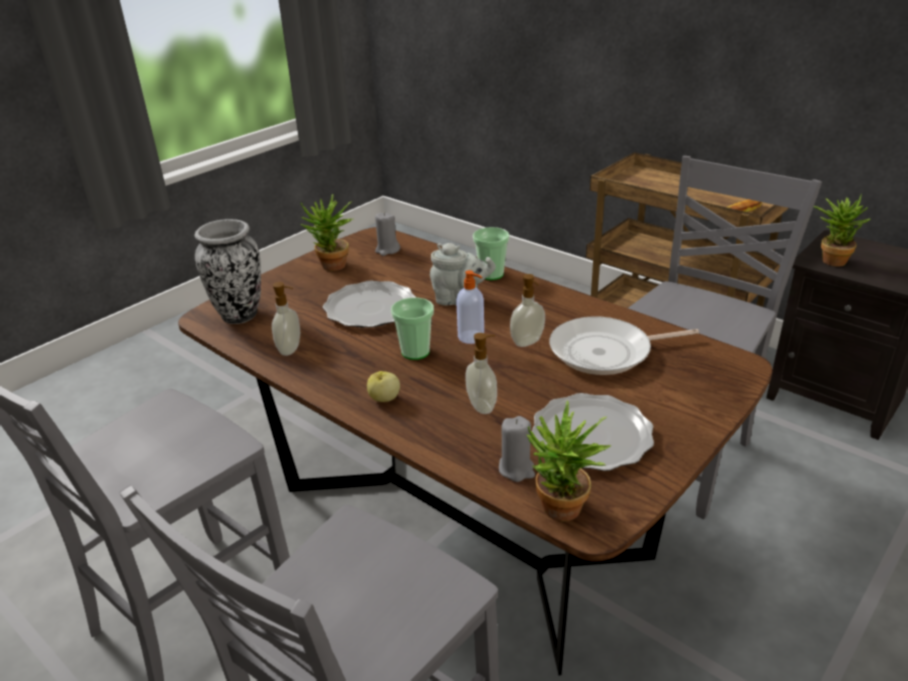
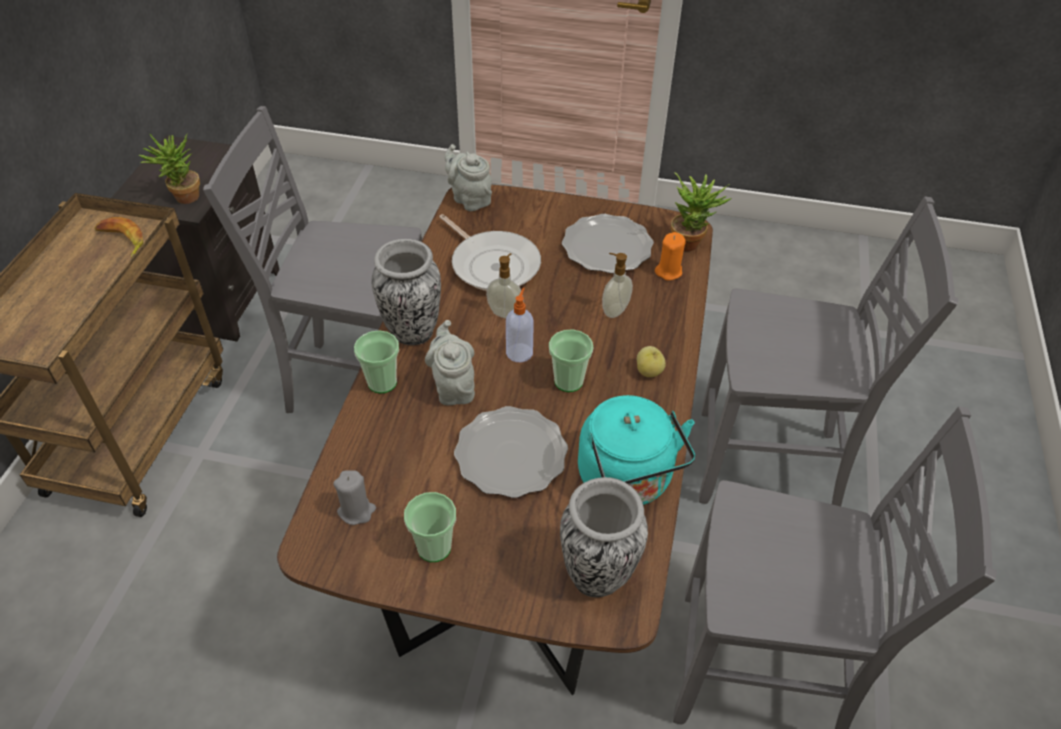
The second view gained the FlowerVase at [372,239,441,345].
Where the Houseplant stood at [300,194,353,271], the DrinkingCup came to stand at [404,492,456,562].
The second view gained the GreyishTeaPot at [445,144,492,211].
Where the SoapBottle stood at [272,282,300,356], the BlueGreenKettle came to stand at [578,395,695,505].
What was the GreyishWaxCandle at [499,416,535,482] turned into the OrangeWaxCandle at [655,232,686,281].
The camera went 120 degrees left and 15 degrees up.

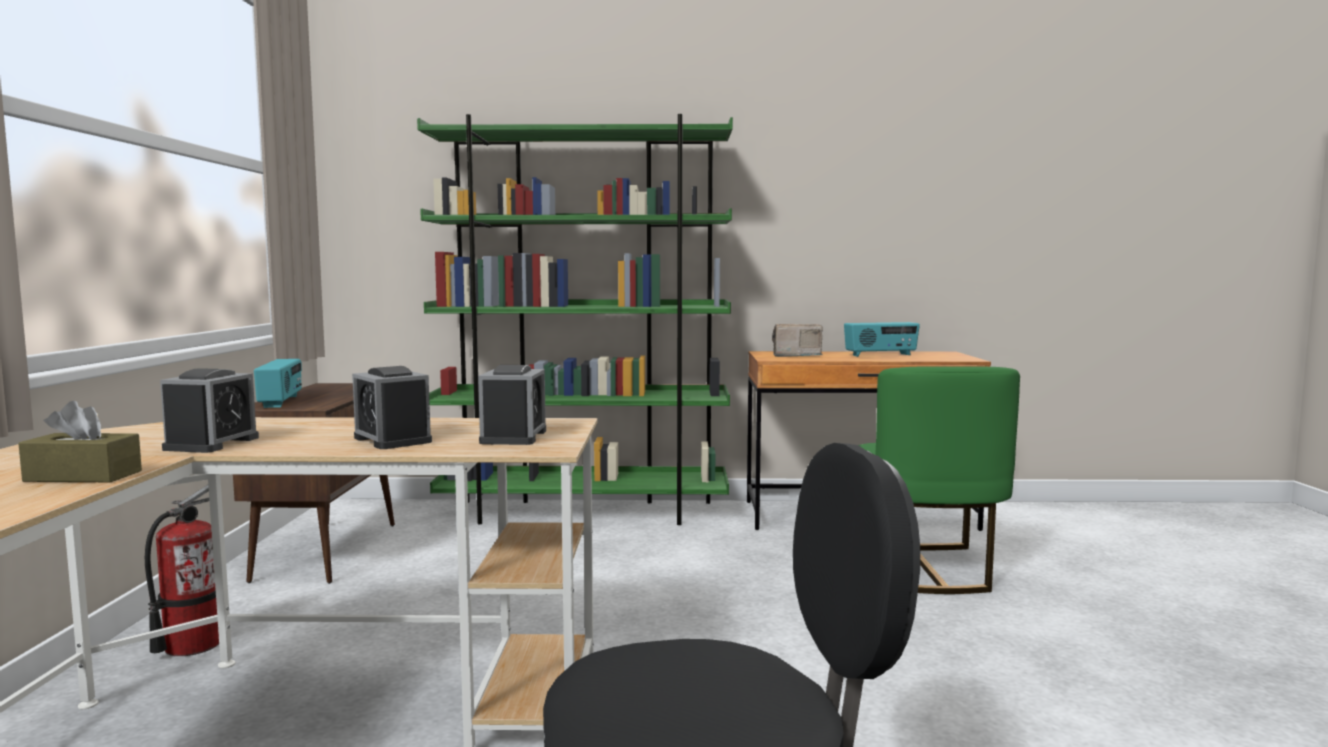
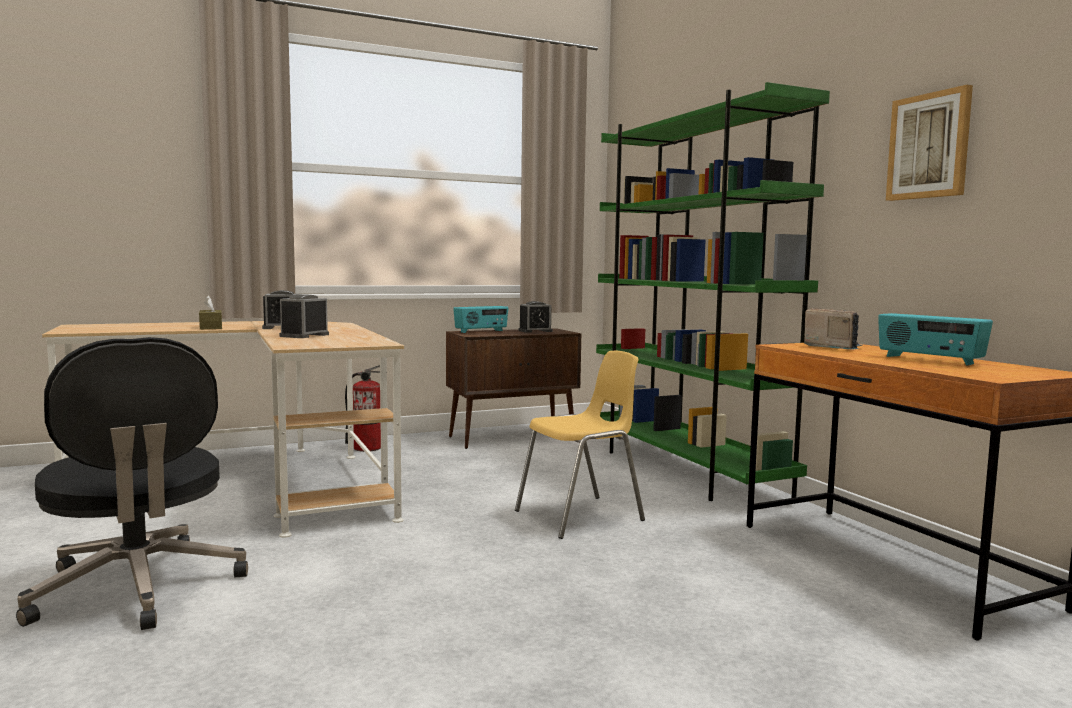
The second view gained the YellowishChair at [515,351,645,539].
The AlarmClock ended up elsewhere, having gone from [478,365,546,445] to [518,301,553,333].
The second view gained the WallArt at [886,85,973,201].
The second view lost the GreenishChair at [859,366,1020,594].
The camera went 65 degrees right and 0 degrees up.

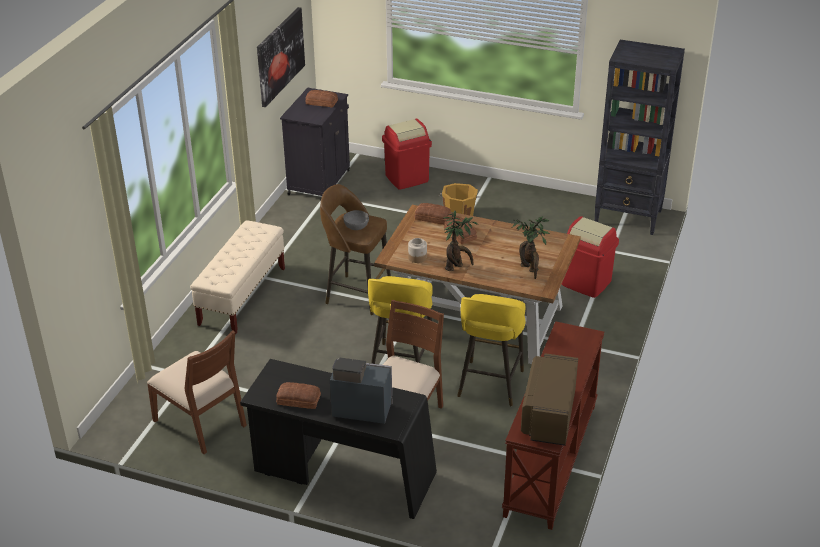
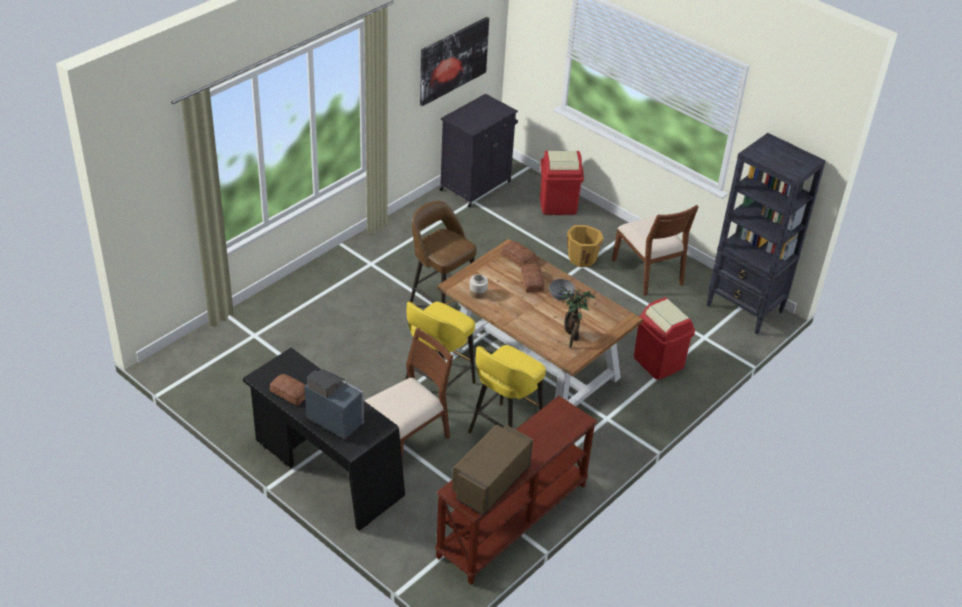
The GreyishBowl ended up elsewhere, having gone from [343,210,369,230] to [549,279,575,300].
The BrownChair ended up elsewhere, having gone from [147,330,247,454] to [612,205,698,296].
The second view lost the BeigeLongSeat at [190,221,285,334].
The second view lost the BakedBread at [305,90,338,108].
The second view lost the Houseplant at [444,210,479,271].
The camera went 20 degrees right and 5 degrees up.

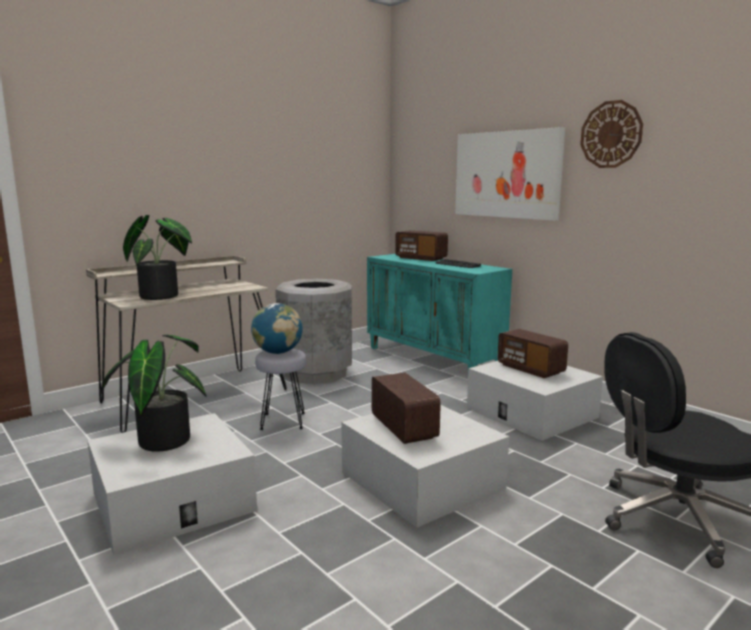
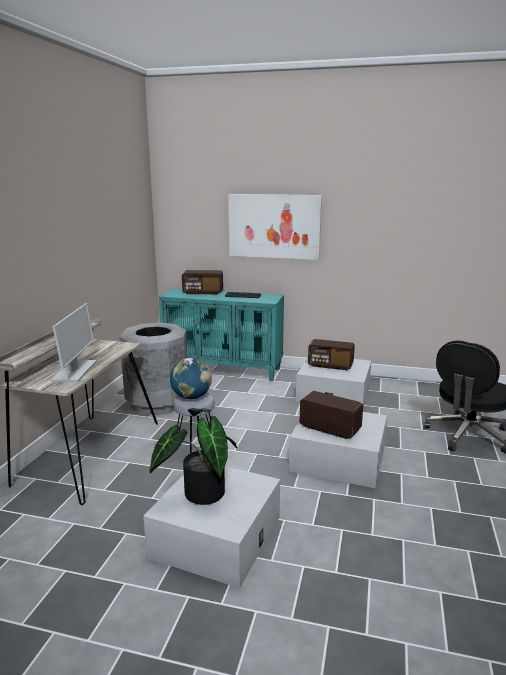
Where the Houseplant stood at [123,215,192,300], the ComputerDisplay came to stand at [51,303,97,382].
The second view lost the ClockOnTheWall at [580,100,643,168].
The camera went 35 degrees left and 5 degrees up.

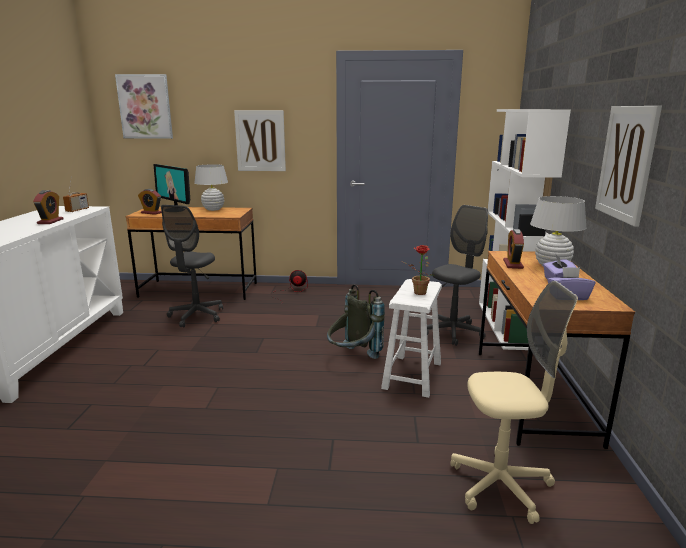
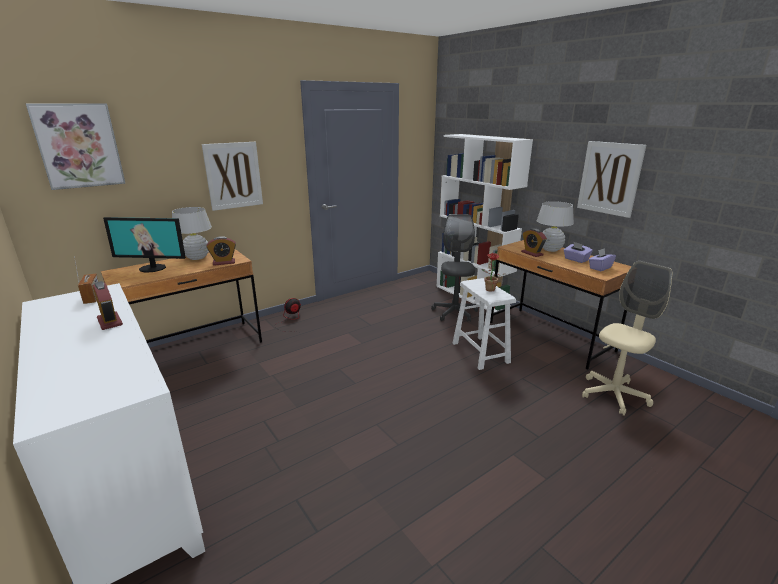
The AlarmClock ended up elsewhere, having gone from [138,189,162,215] to [207,236,236,266].
The second view lost the GreyishComputerChair at [161,205,223,328].
The second view lost the GreyishRucksack at [327,284,385,359].
The camera went 40 degrees left and 5 degrees up.

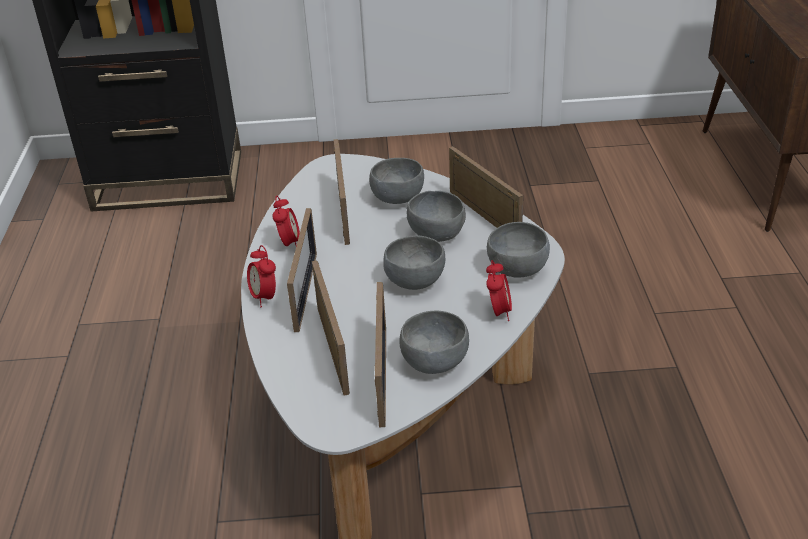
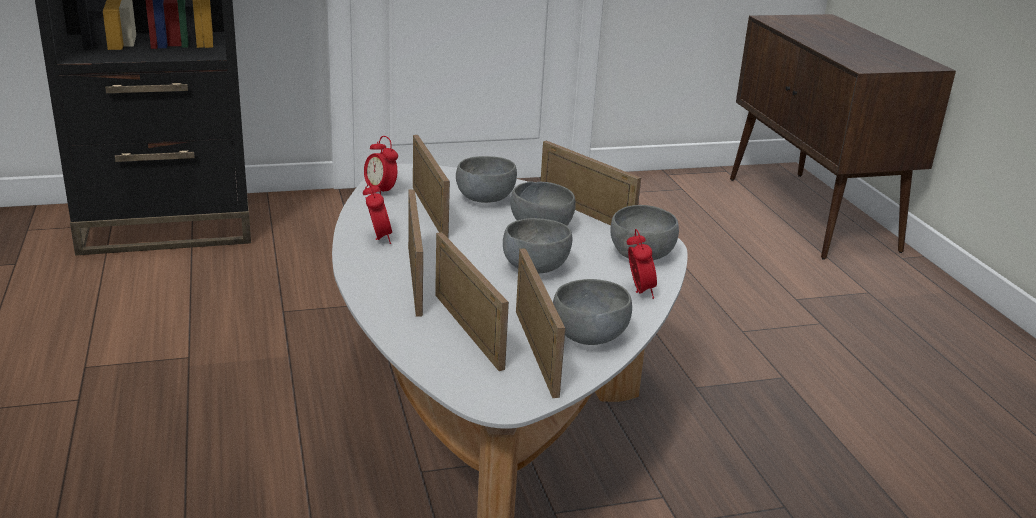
The AlarmClock ended up elsewhere, having gone from [247,245,276,308] to [364,136,398,195].
The camera went 15 degrees left and 10 degrees down.

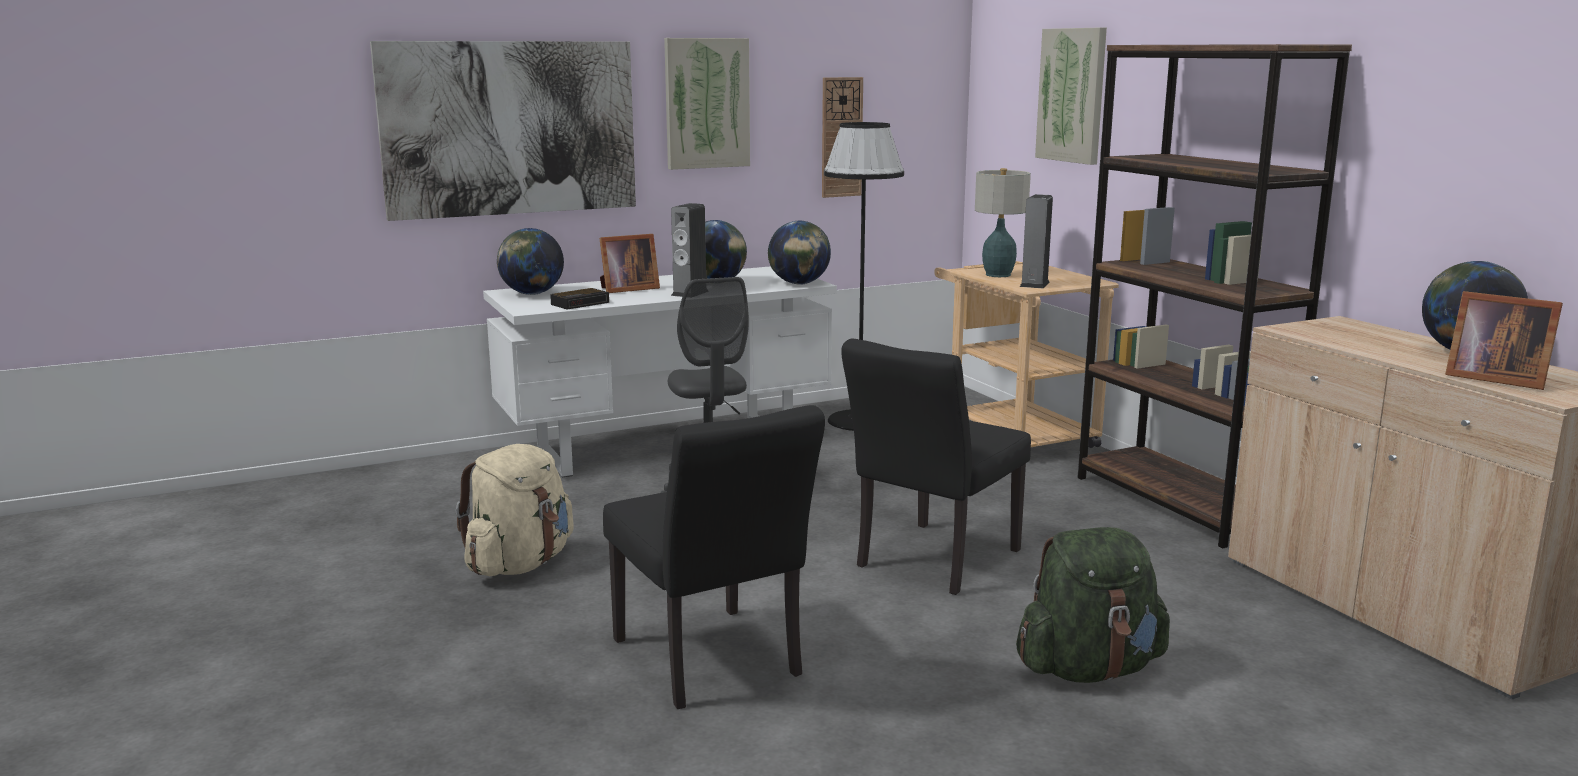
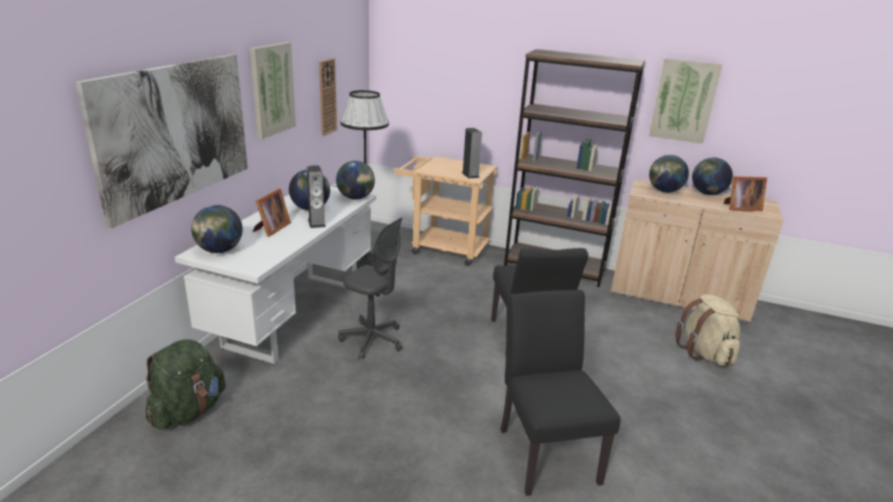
The GreenishRucksack ended up elsewhere, having gone from [1016,527,1170,683] to [146,339,226,430].
The BlackColouredChair at [603,405,825,709] ended up facing another way, 120 degrees counterclockwise from before.
The WallArt ended up elsewhere, having gone from [1035,28,1107,165] to [649,58,722,144].
The second view gained the Globe at [649,155,689,193].
The BeigeRucksack ended up elsewhere, having gone from [456,444,574,576] to [675,294,740,366].
The second view lost the AlarmClock at [550,288,609,310].
The second view lost the TableLamp at [975,168,1031,277].
The camera went 45 degrees left and 10 degrees up.

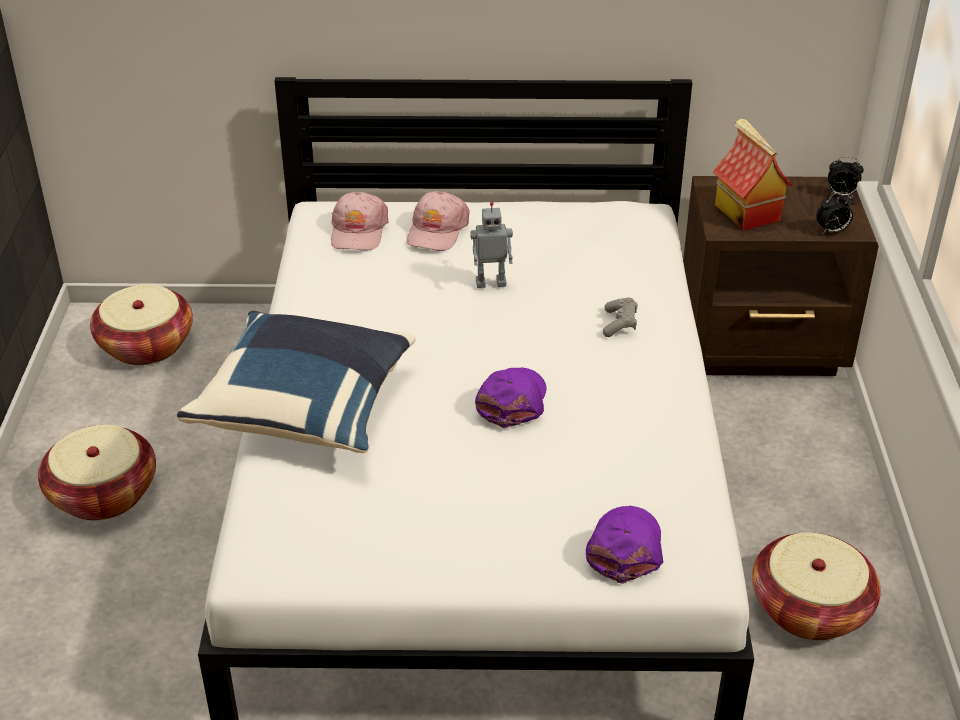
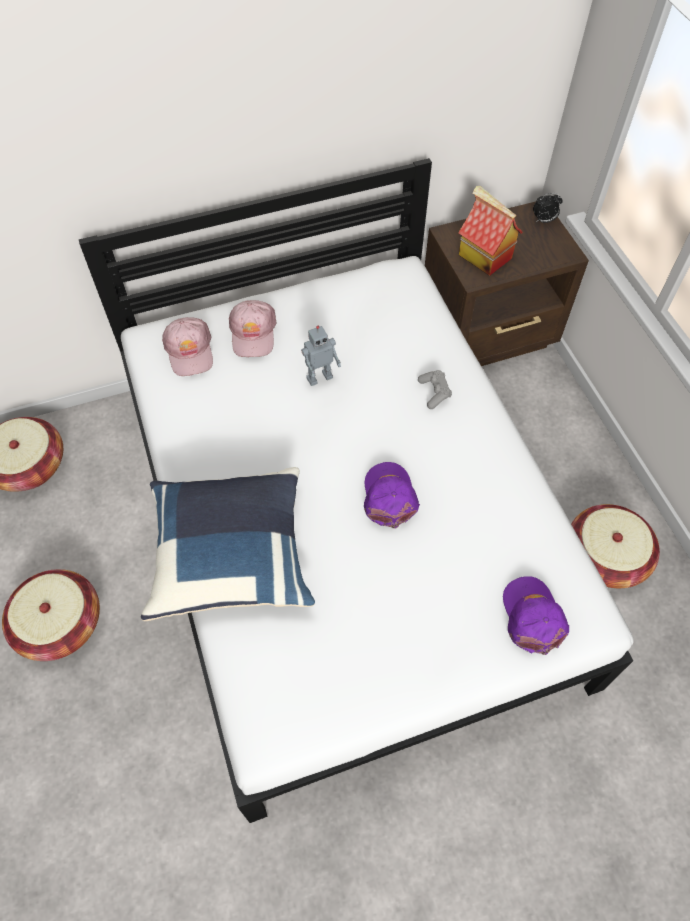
The second view lost the AlarmClock at [816,192,855,234].
The camera went 20 degrees left and 20 degrees up.

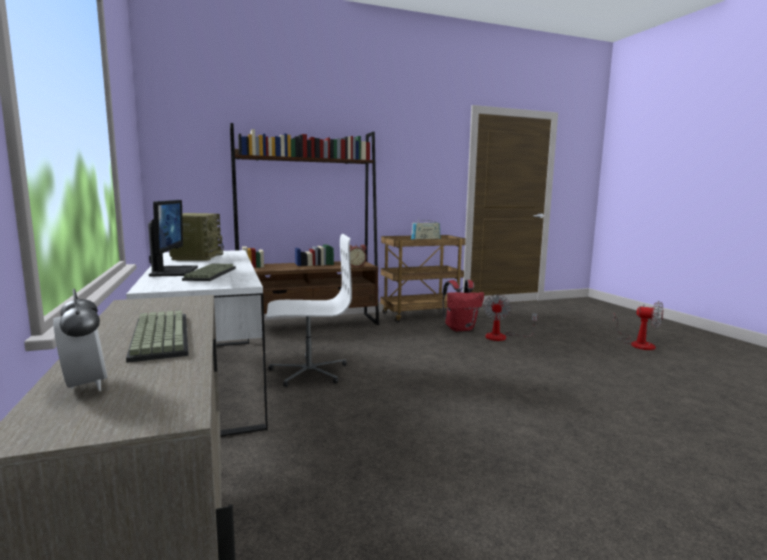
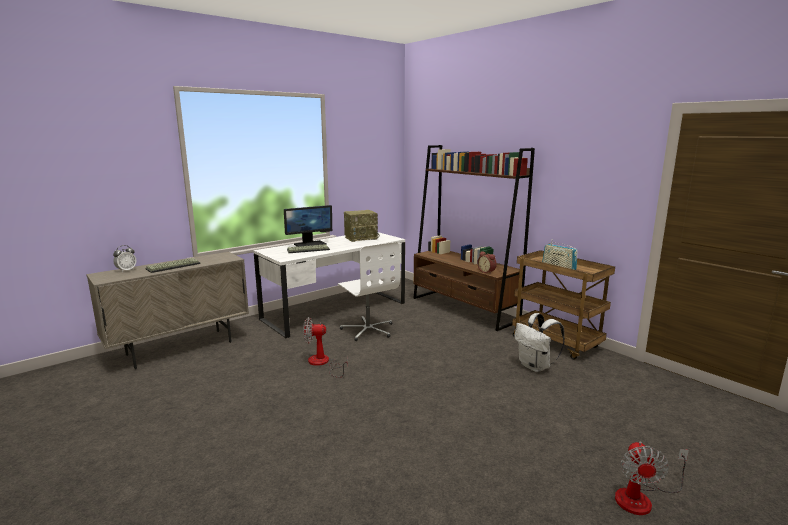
The CoolingFan ended up elsewhere, having gone from [484,294,538,341] to [303,317,348,378].
What was the RedColouredRucksack at [443,280,484,331] turned into the WhiteColouredRucksack at [514,313,565,372].
The camera went 70 degrees right and 5 degrees up.

